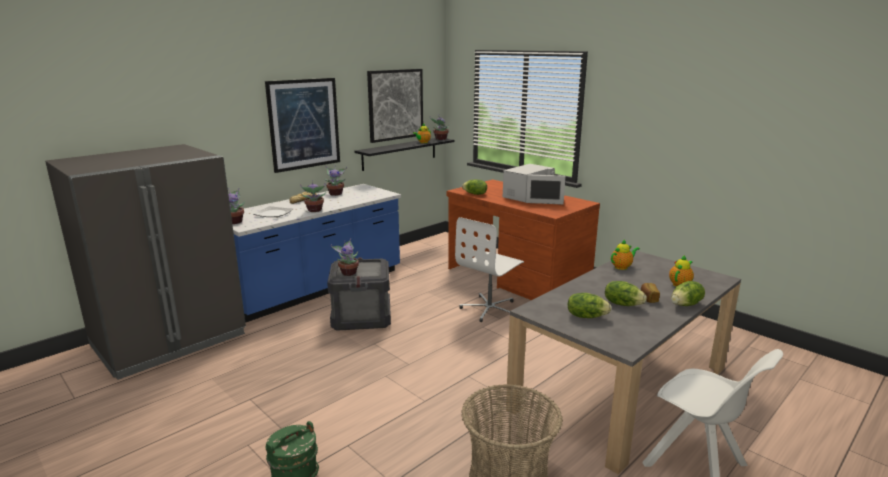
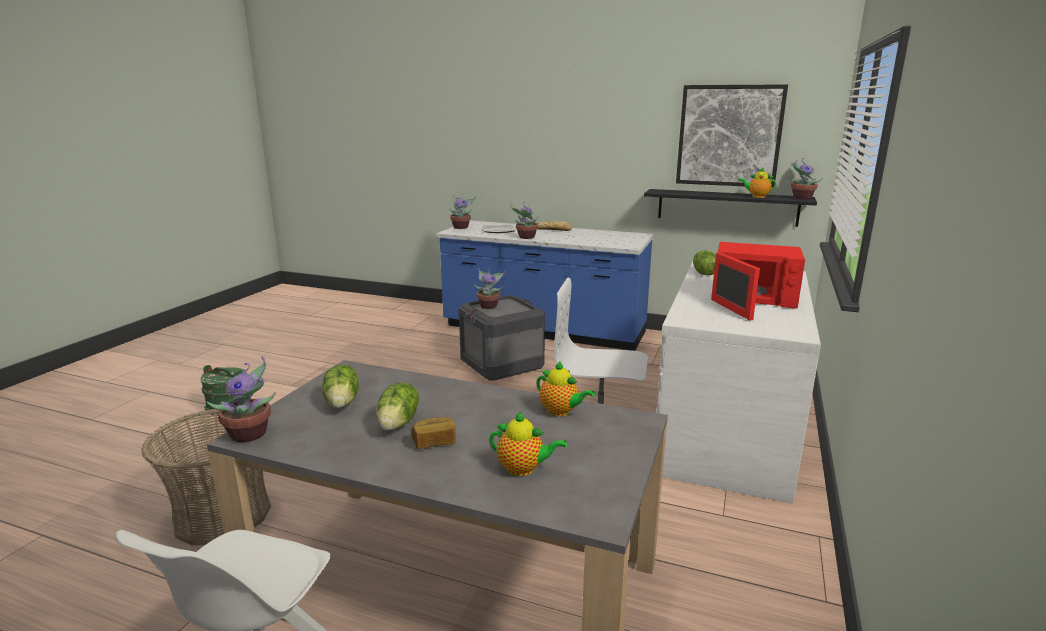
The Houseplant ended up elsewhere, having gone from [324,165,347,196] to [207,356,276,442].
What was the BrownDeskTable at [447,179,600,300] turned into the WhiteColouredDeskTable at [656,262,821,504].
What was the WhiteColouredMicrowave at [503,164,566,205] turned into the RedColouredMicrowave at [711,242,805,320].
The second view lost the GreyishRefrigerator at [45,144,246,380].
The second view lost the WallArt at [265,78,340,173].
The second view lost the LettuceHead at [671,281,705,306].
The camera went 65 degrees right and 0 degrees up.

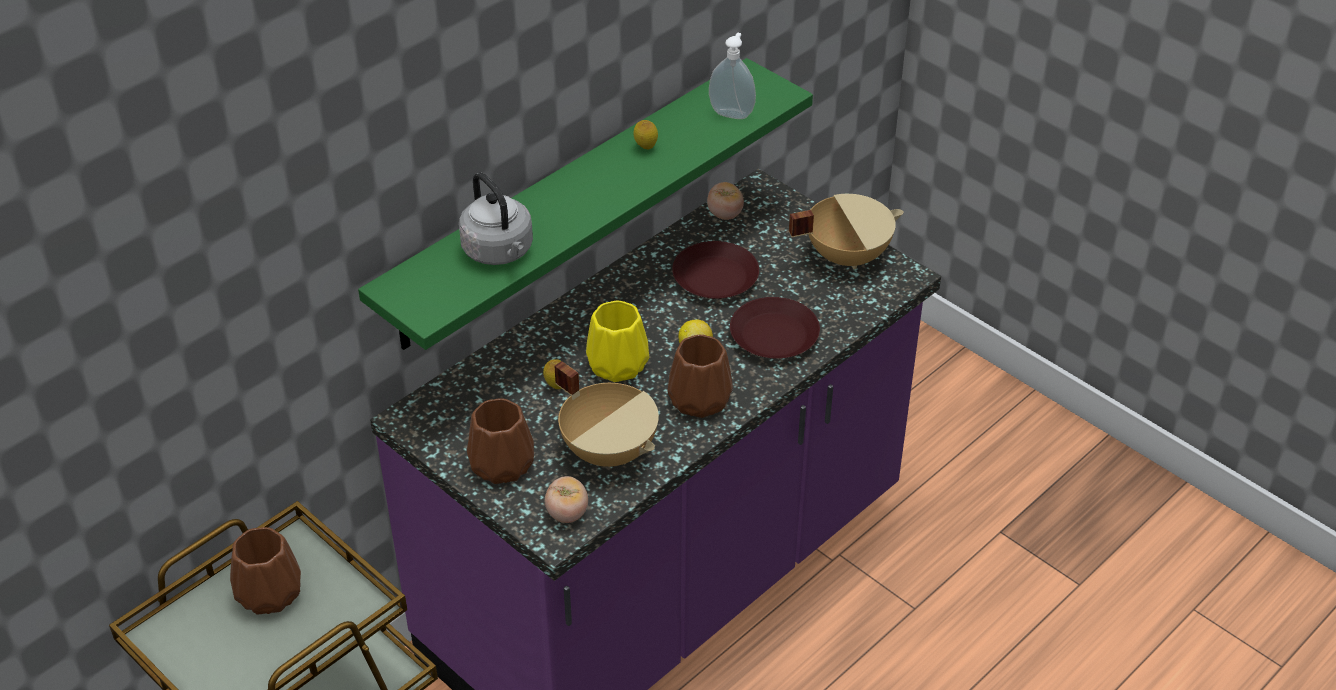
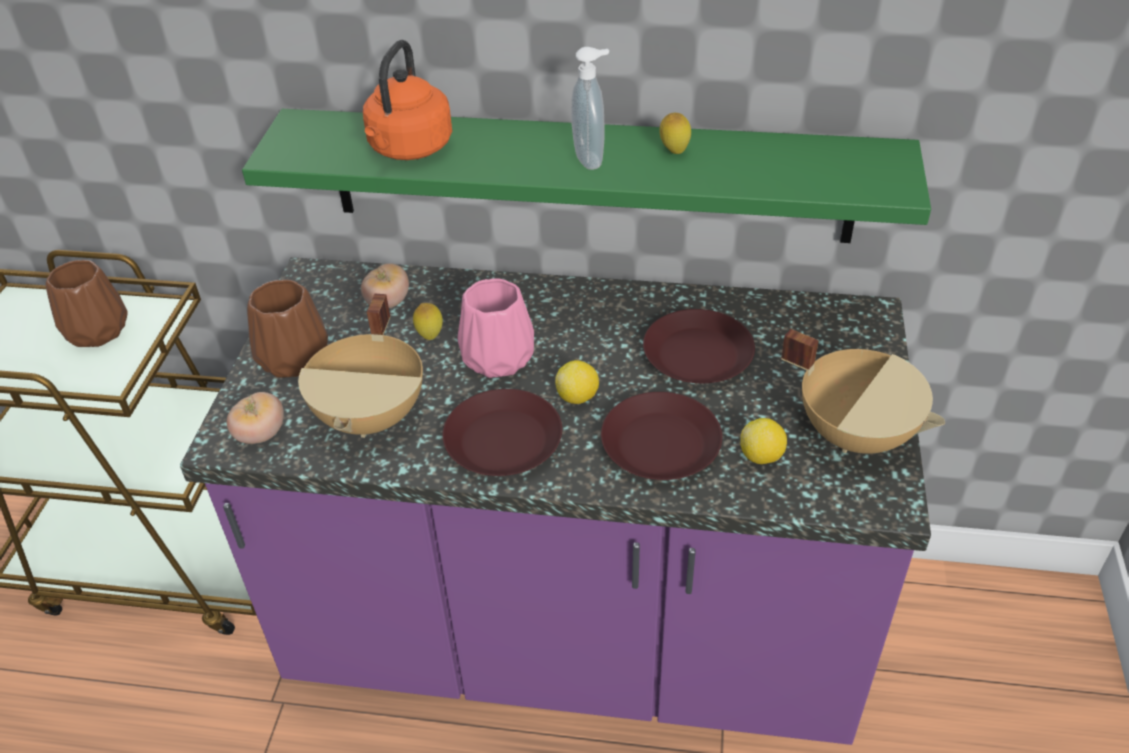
The WholeTomato ended up elsewhere, having gone from [707,182,744,220] to [361,263,409,308].
What was the GreyishKettle at [459,172,533,265] turned into the OrangeKettle at [363,40,452,160].
Where the BrownFlowerVase stood at [667,335,733,418], the BrownDinnerPlate came to stand at [443,389,562,476].
What was the YellowishFlowerVase at [586,301,649,382] turned into the PinkFlowerVase at [457,278,534,378].
The SoapBottle ended up elsewhere, having gone from [709,33,756,119] to [571,47,609,170].
The second view gained the WholeLemon at [740,418,787,464].
The camera went 55 degrees right and 0 degrees up.

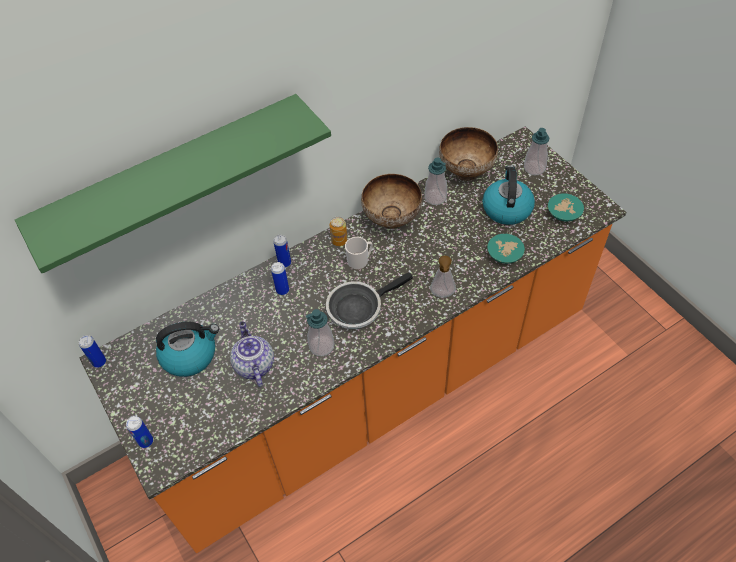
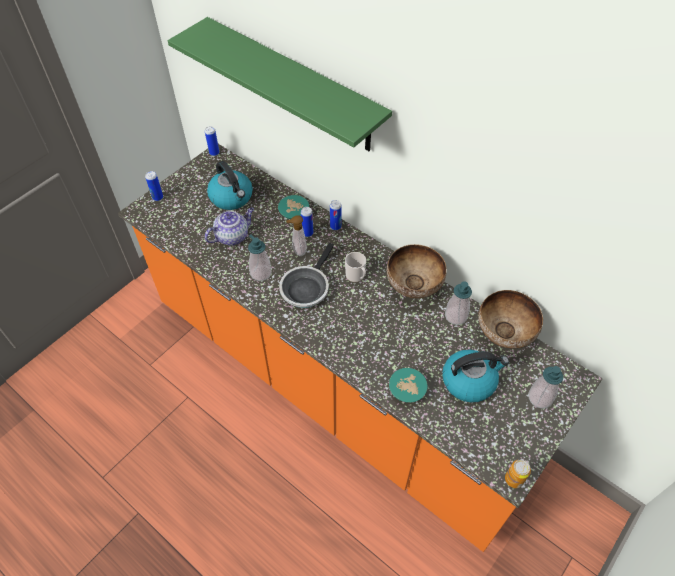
The BlueGreenBowl ended up elsewhere, having gone from [548,193,584,222] to [278,195,309,219].
The Pan at [326,272,413,329] ended up facing another way, 105 degrees counterclockwise from before.
The SoapBottle ended up elsewhere, having gone from [430,256,456,298] to [286,215,307,256].
The SealedCan ended up elsewhere, having gone from [330,217,348,246] to [505,459,531,488].
The camera went 70 degrees right and 0 degrees up.

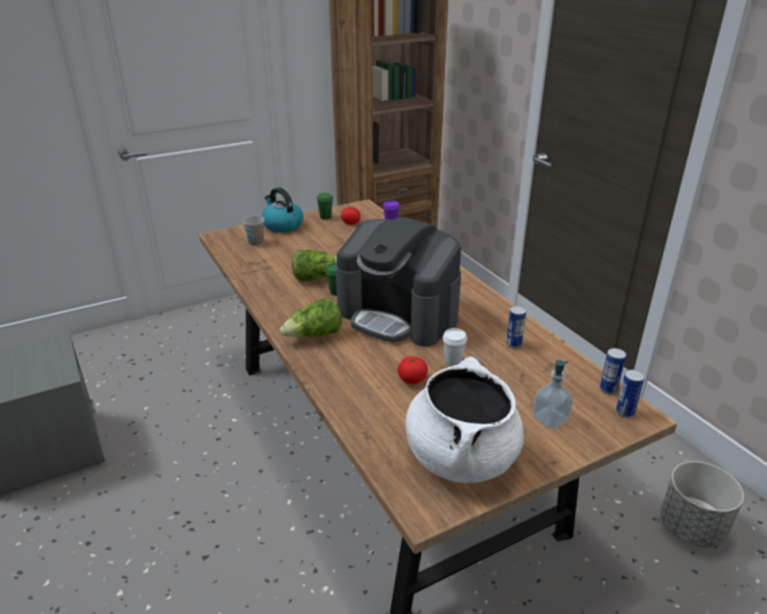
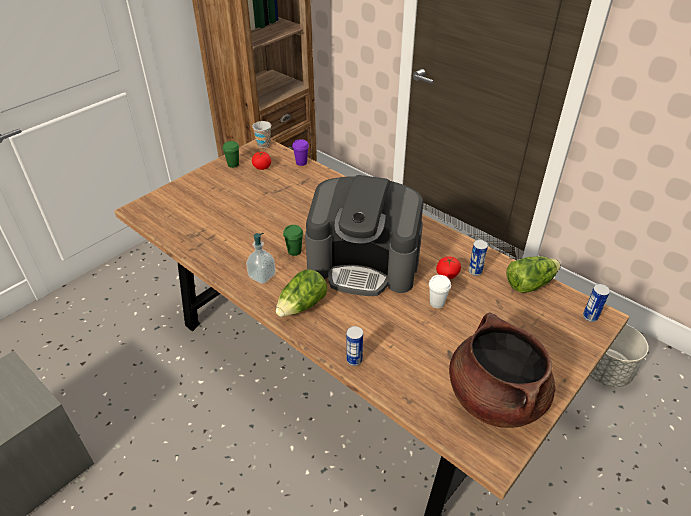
The SoapBottle ended up elsewhere, having gone from [532,360,573,429] to [246,233,276,284].
The DrinkingCup ended up elsewhere, having gone from [243,216,265,246] to [252,121,271,148].
The SealedCan ended up elsewhere, having gone from [600,348,626,395] to [346,326,363,366].
The WholeTomato ended up elsewhere, having gone from [398,356,428,384] to [436,256,461,279].
What was the WhiteColouredSaucepot at [406,357,524,483] turned into the BrownSaucepot at [449,312,555,428].
The LettuceHead ended up elsewhere, having gone from [292,250,337,281] to [506,256,561,293].
The second view lost the Kettle at [262,187,303,233].
The camera went 20 degrees left and 10 degrees up.

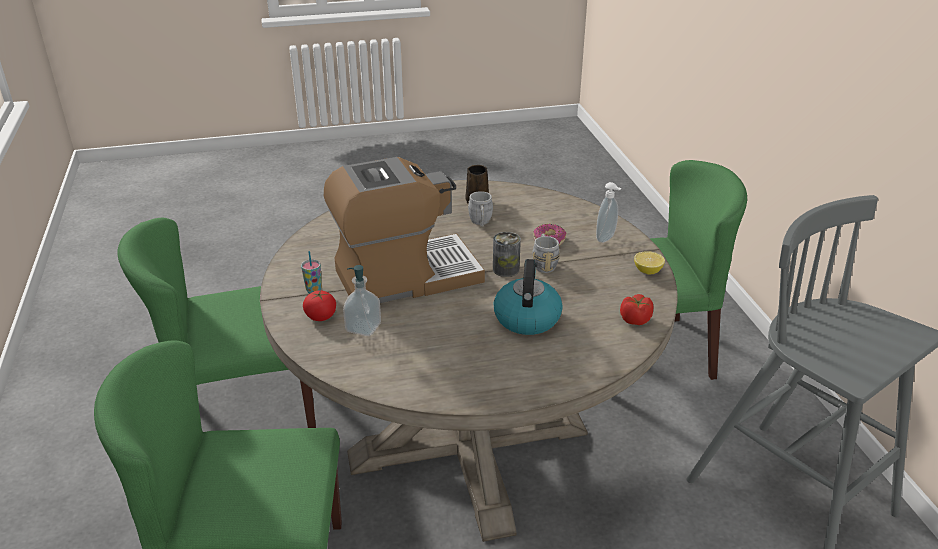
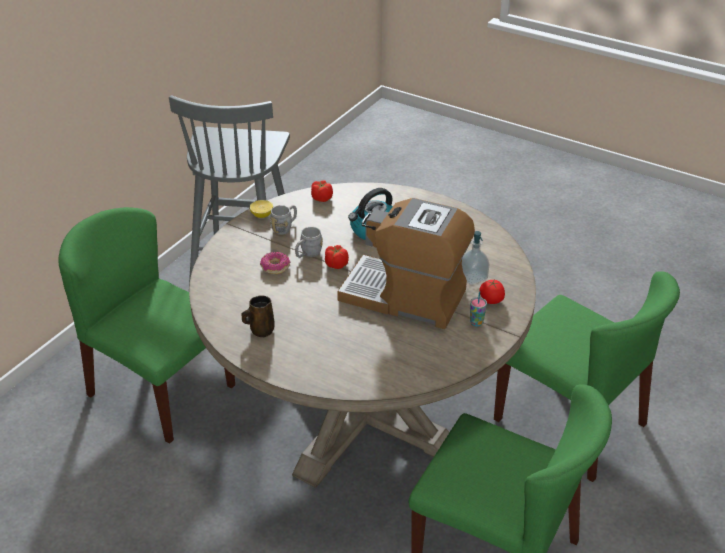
The GreyishMug ended up elsewhere, having gone from [468,191,493,227] to [270,205,297,235].
Where the SealedCan stood at [493,232,521,277], the WholeTomato came to stand at [325,245,349,269].
The second view lost the SoapBottle at [596,182,622,243].
The camera went 135 degrees left and 5 degrees up.

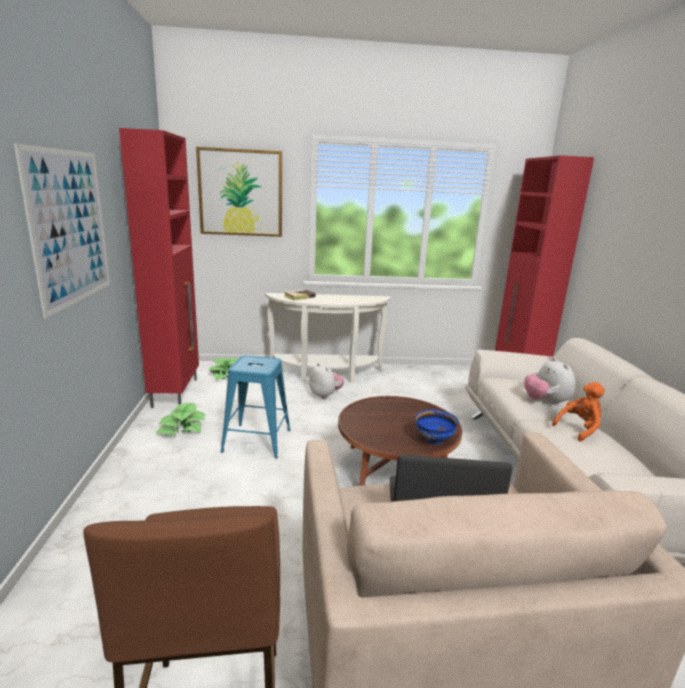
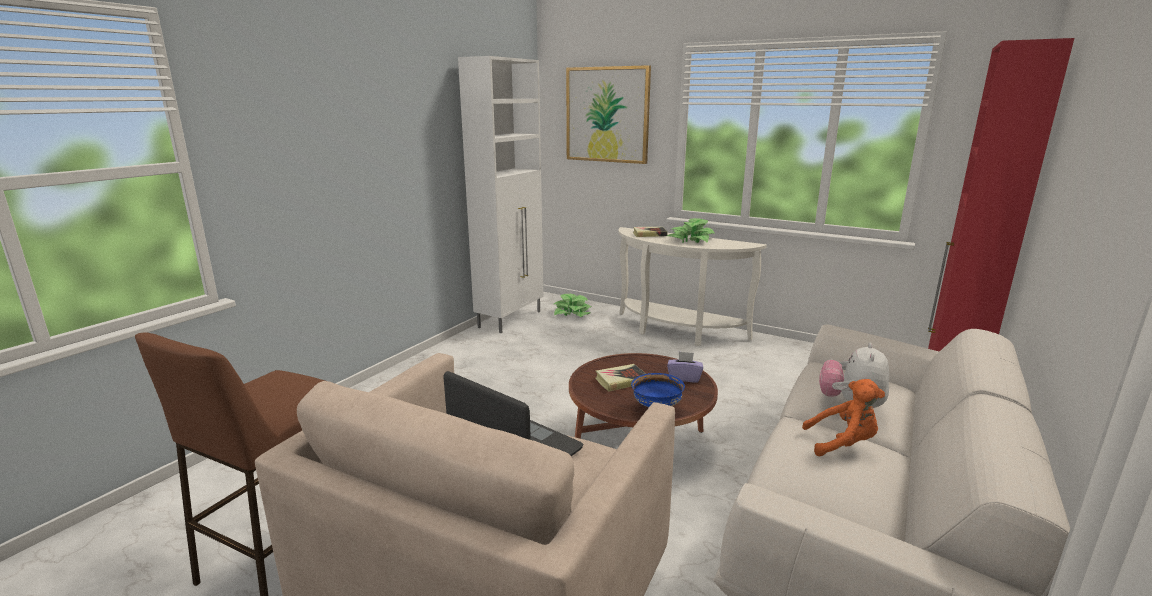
What was the RedColouredCabinet at [119,128,199,408] turned into the WhiteColouredCabinet at [458,56,543,333].
The second view gained the Volume at [595,364,646,392].
The Houseplant ended up elsewhere, having gone from [156,403,206,436] to [667,218,716,243].
The second view gained the PurpleColouredBoxOfTissues at [667,352,703,383].
The second view lost the WallArt at [14,143,110,318].
The second view lost the BlueStool at [221,355,290,459].
The second view lost the PlushToy at [309,363,344,399].
The camera went 35 degrees right and 0 degrees up.

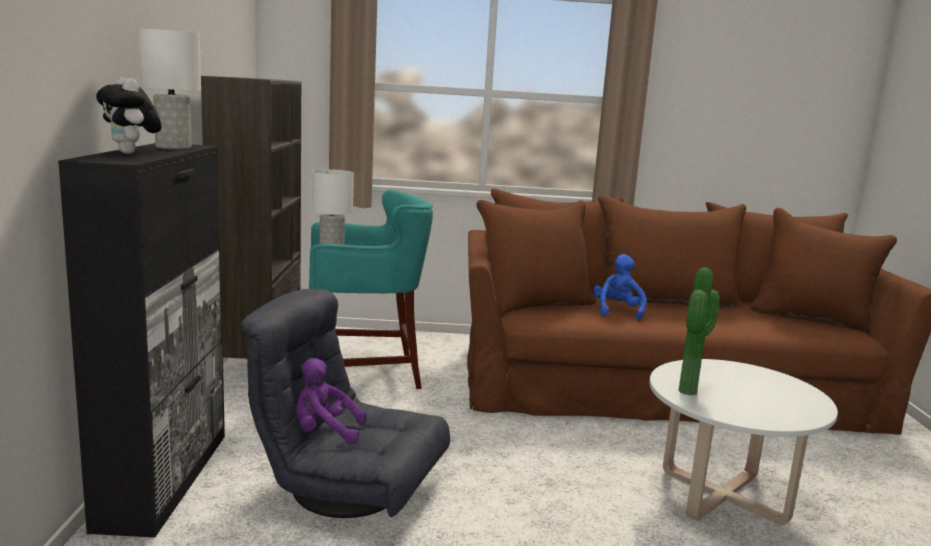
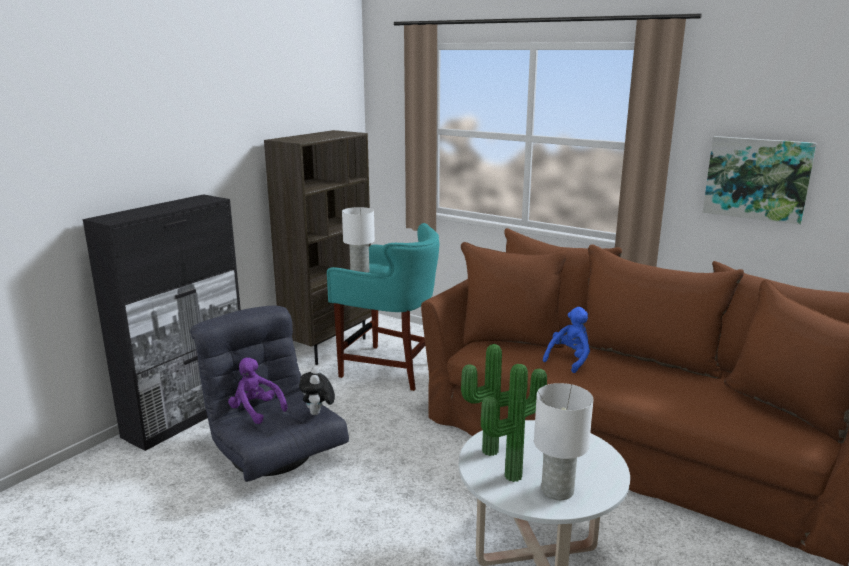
The PlushToy ended up elsewhere, having gone from [96,77,162,154] to [299,366,335,415].
The second view gained the Houseplant at [481,364,547,482].
The WhiteColouredTableLamp ended up elsewhere, having gone from [138,29,201,149] to [534,383,594,500].
The second view gained the WallArt at [703,136,817,225].
The camera went 35 degrees right and 5 degrees up.

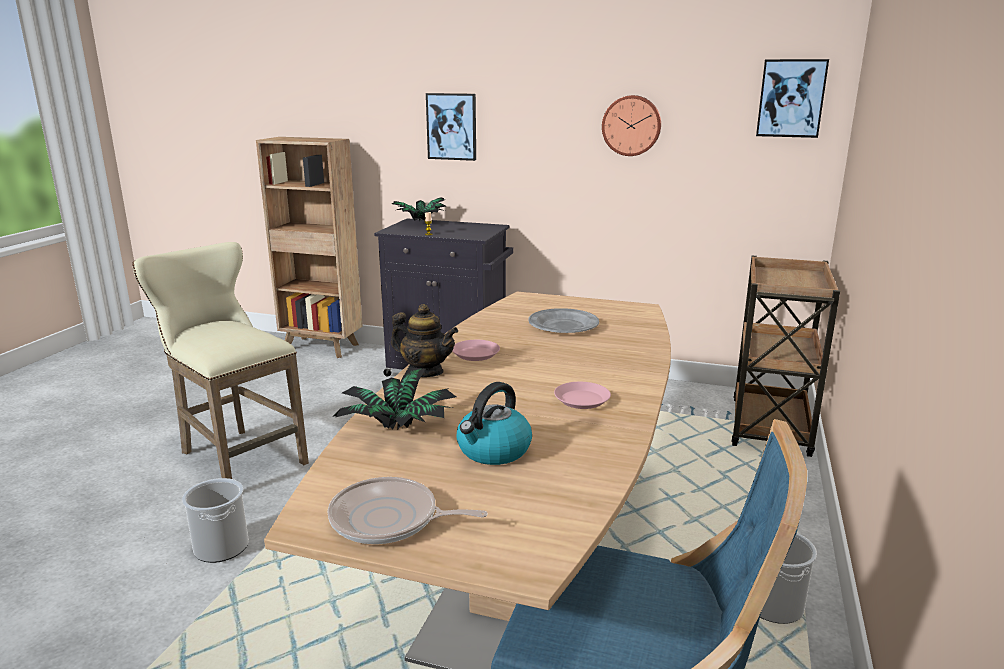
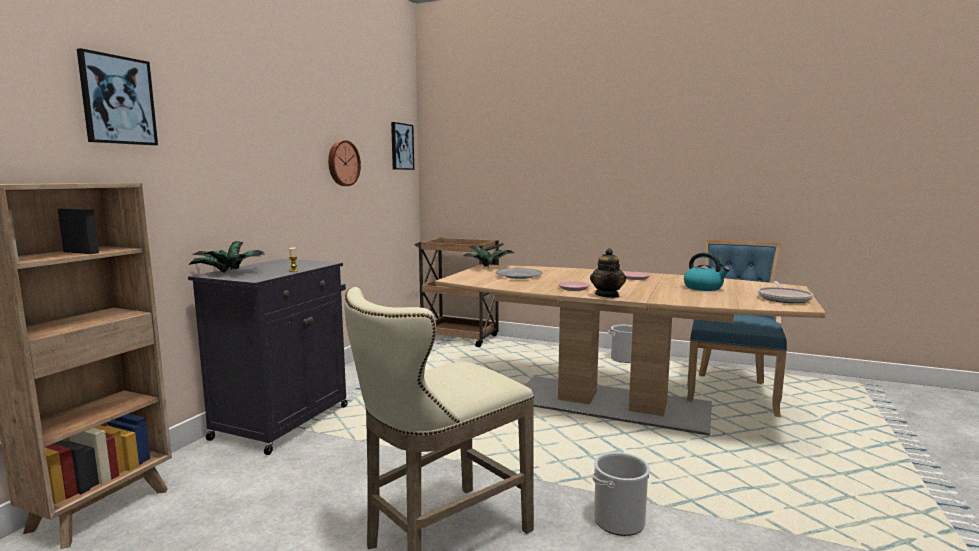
The WallArt ended up elsewhere, having gone from [426,93,476,161] to [77,48,158,145].
The Houseplant ended up elsewhere, having gone from [332,366,456,430] to [463,245,515,267].
The TeaPot at [391,304,458,377] ended up facing another way, 150 degrees clockwise from before.
The camera went 85 degrees left and 10 degrees down.

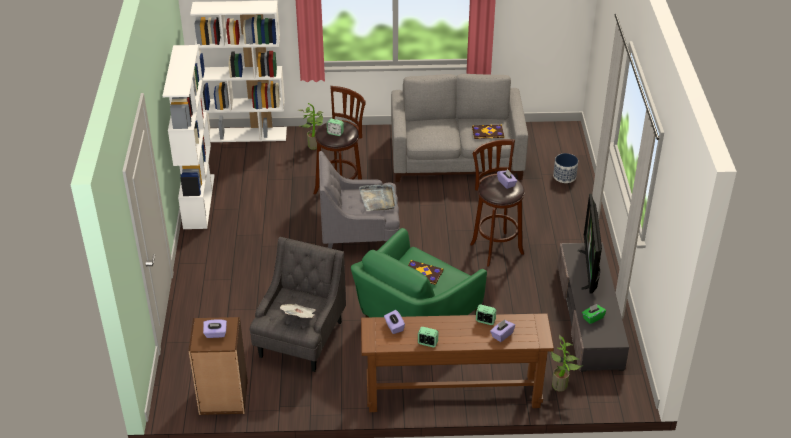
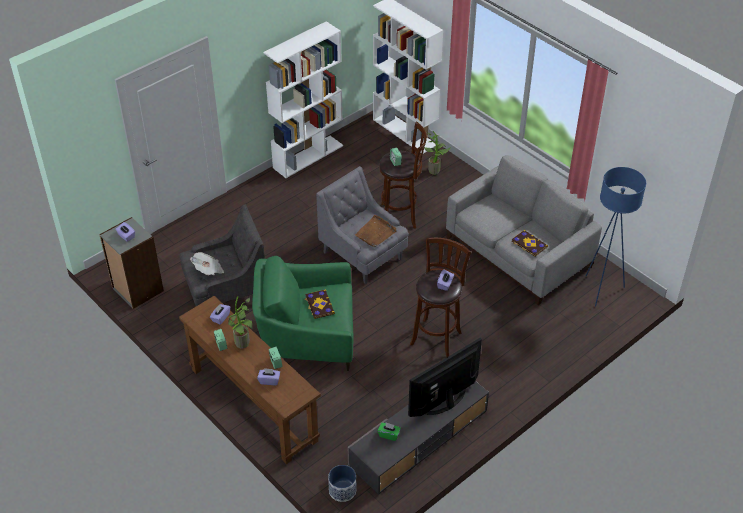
What was the BrownShelvingUnit at [188,317,248,415] turned into the GreyishShelvingUnit at [99,217,164,309].
The Houseplant ended up elsewhere, having gone from [550,335,584,392] to [228,296,253,348].
The FlowerPot ended up elsewhere, having gone from [553,153,578,183] to [328,465,356,502].
What was the GreyishCarryingTray at [359,184,397,211] turned into the BrownCarryingTray at [355,215,396,247].
The second view gained the BlueStandardLamp at [586,167,646,306].
The camera went 50 degrees right and 5 degrees up.

